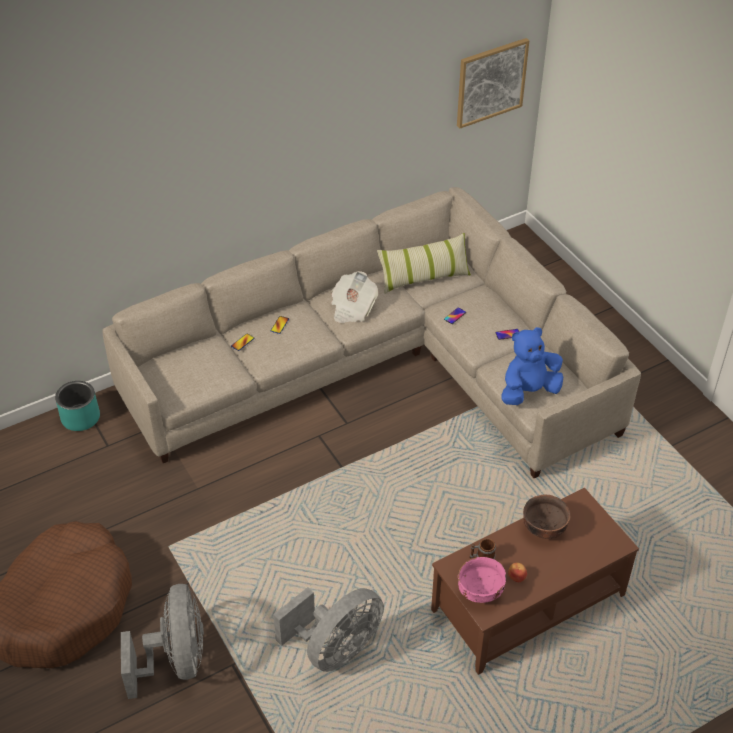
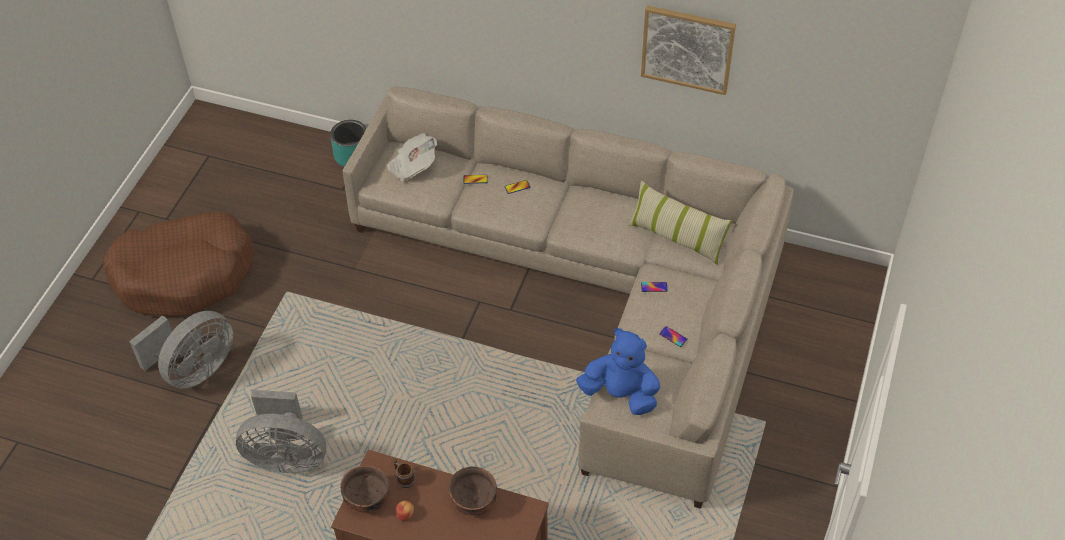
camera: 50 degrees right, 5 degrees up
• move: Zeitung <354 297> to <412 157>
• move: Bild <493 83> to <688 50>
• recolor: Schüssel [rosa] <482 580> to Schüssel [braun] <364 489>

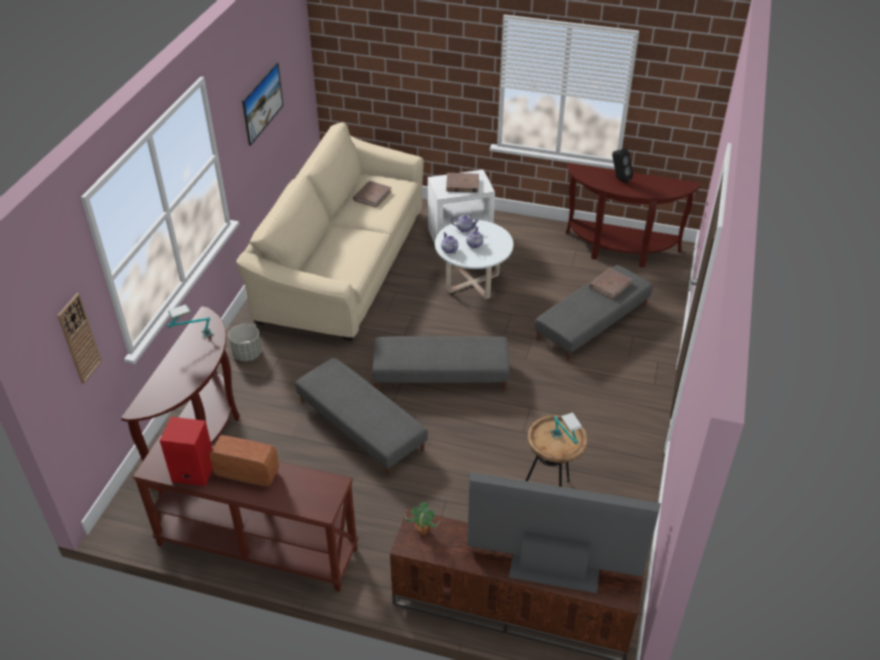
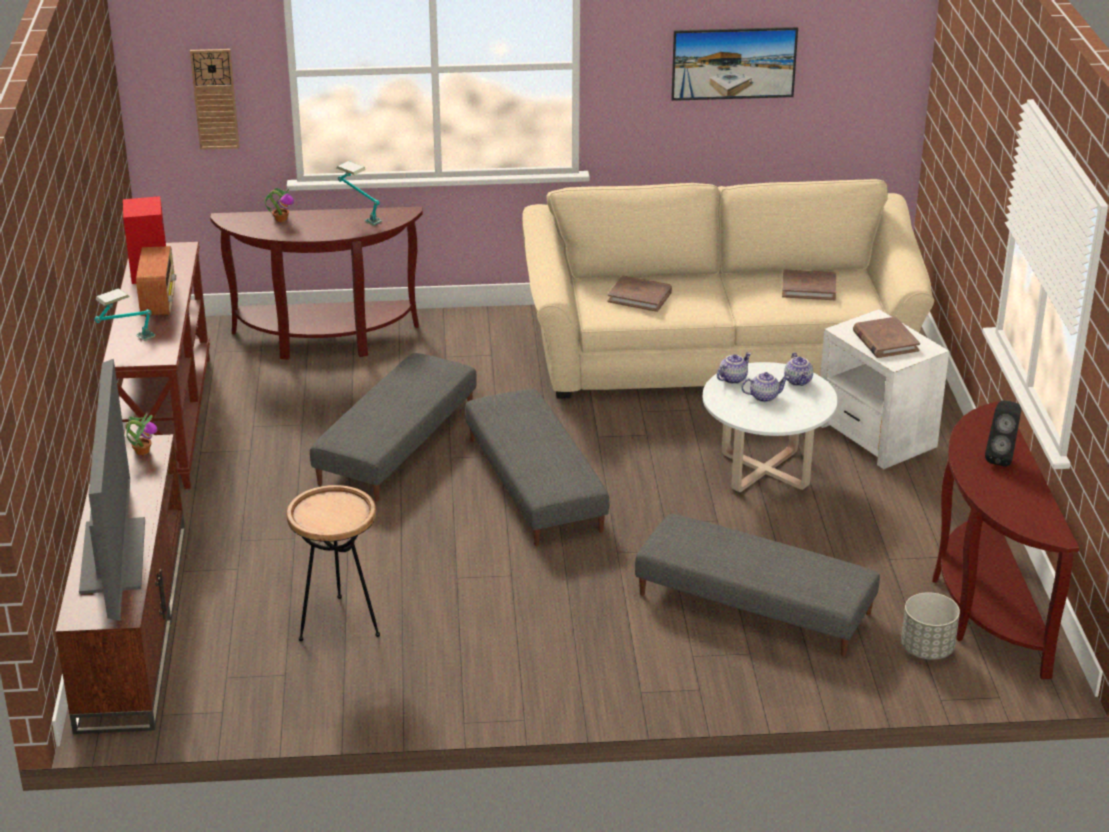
camera: 70 degrees right, 10 degrees down
• move: Pflanzkübel [grau] <245 342> to <930 626>
• move: Tischlampe <566 428> to <124 314>
• move: Buch [braun] <611 284> to <639 294>
• insert: Topfpflanze <279 205>

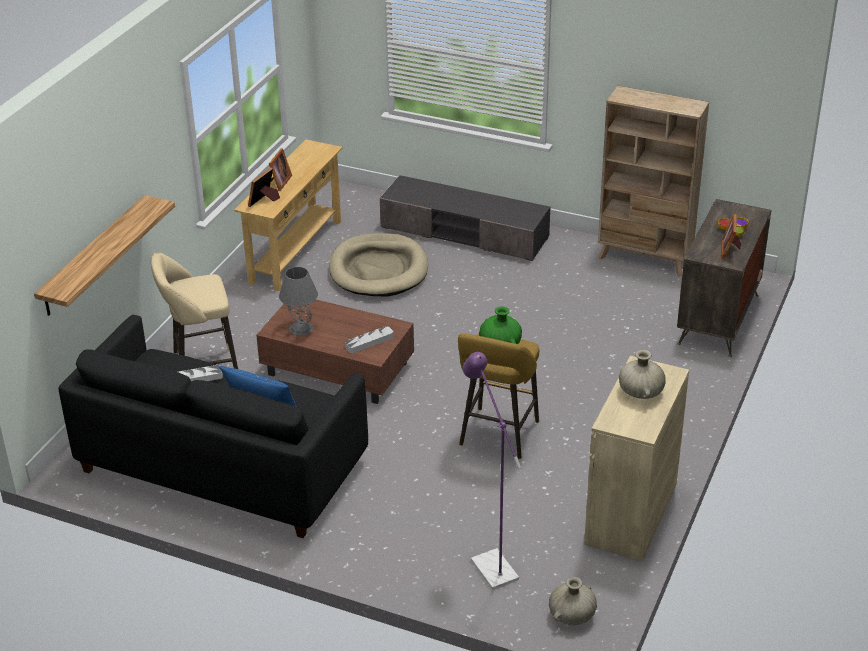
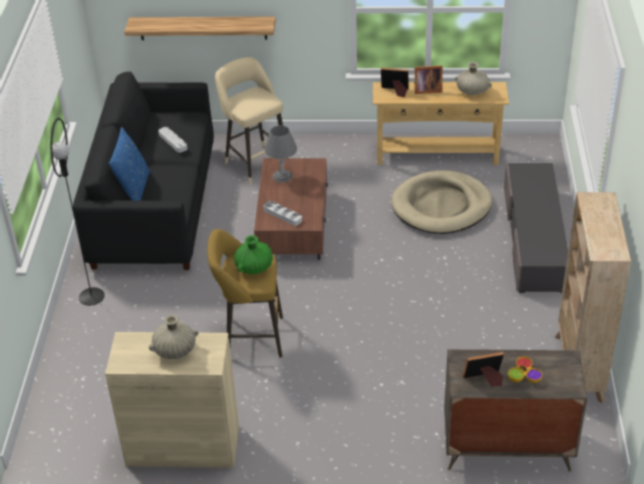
camera: 70 degrees right, 5 degrees up
• delete: Stehlampe [lila] <491 471>
• move: Vase [beige] <573 601> to <473 78>
• insert: Stehlampe [schwarz] <77 212>

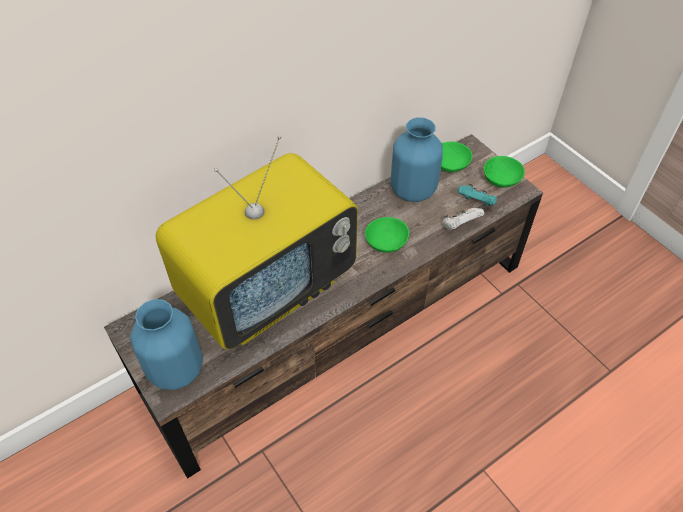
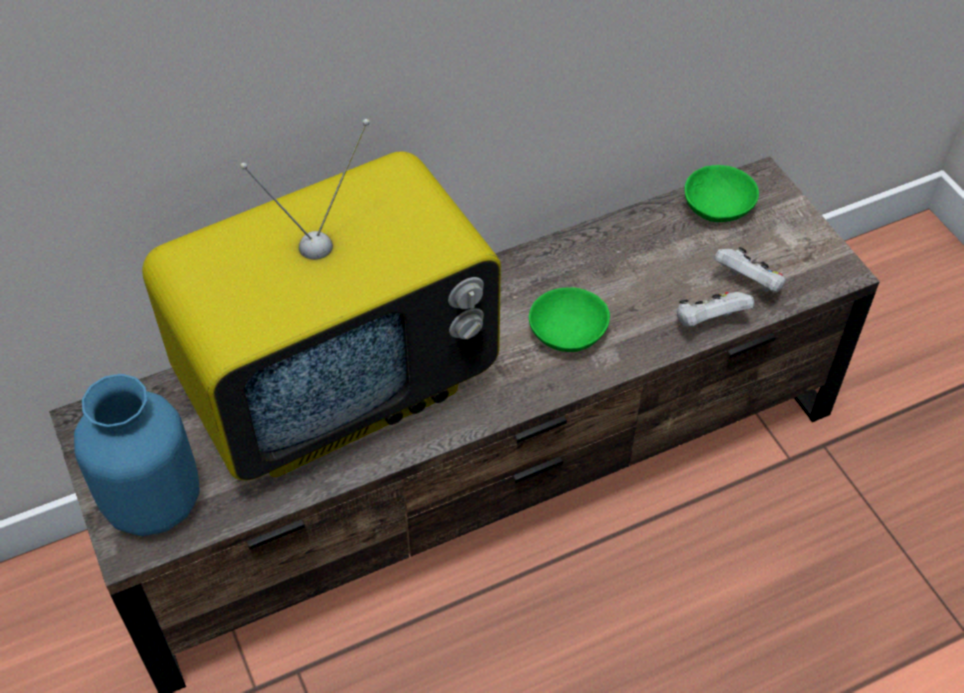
camera: 10 degrees right, 0 degrees up
• delete: Vase [blau] <417 159>
• recolor: Gamepad [türkis] <477 195> to Gamepad [weiß] <749 270>
• delete: Schüssel [grün] <504 172>

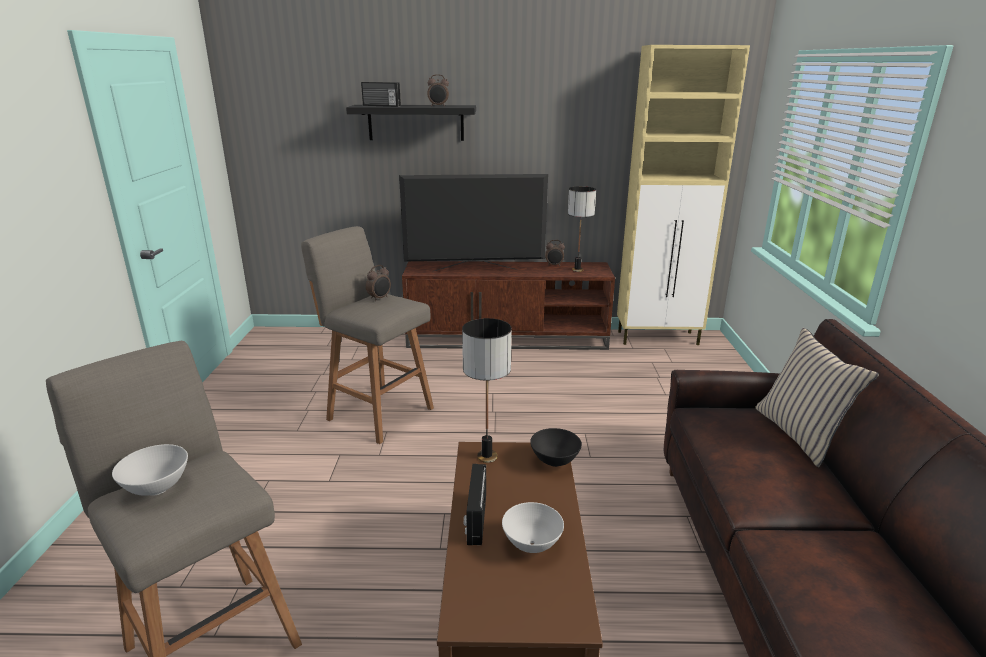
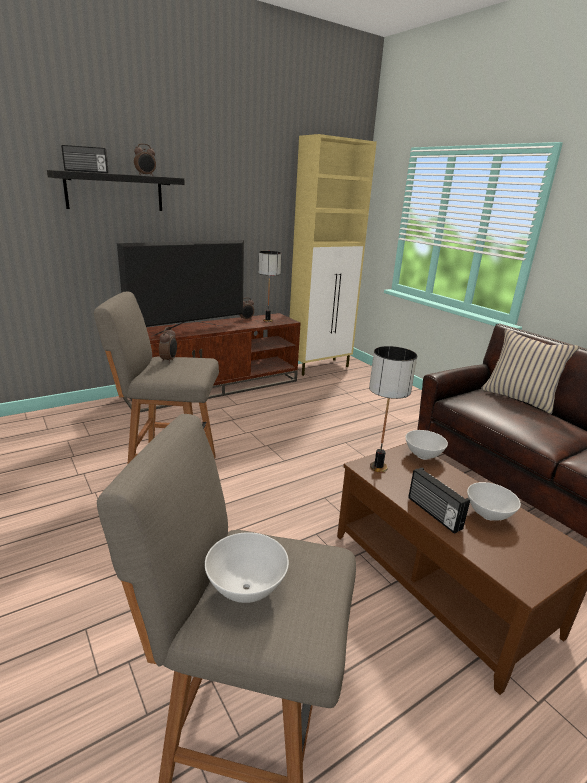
camera: 35 degrees left, 0 degrees up
• recolor: Schüssel [schwarz] <556 447> to Schüssel [weiß] <426 445>

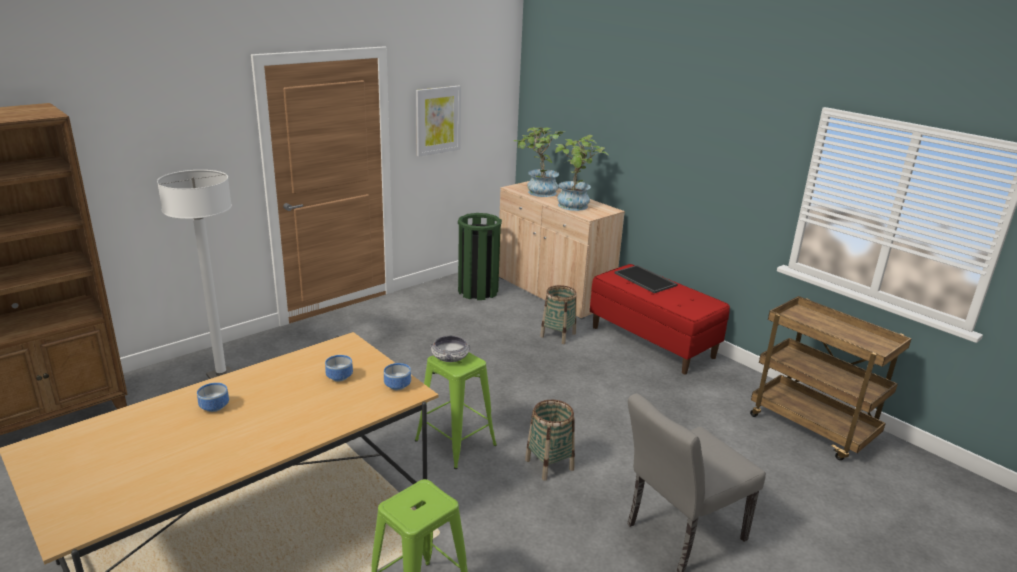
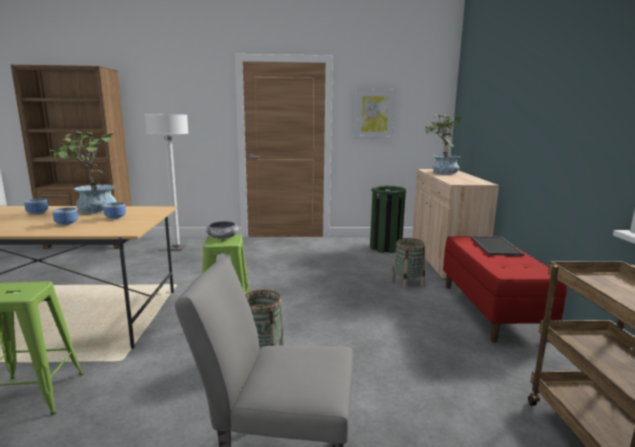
camera: 40 degrees right, 10 degrees down
• move: Schüssel <397 376> to <65 216>
• move: Topfpflanze <582 173> to <83 172>

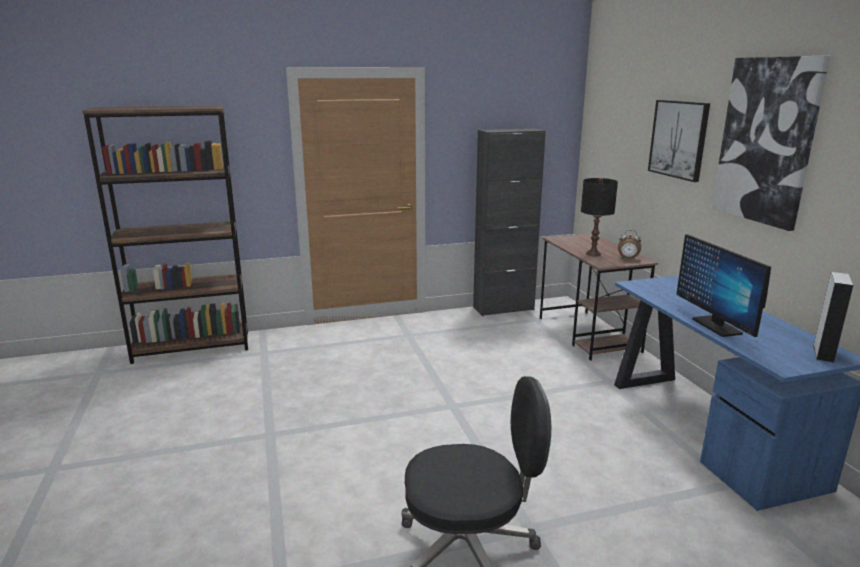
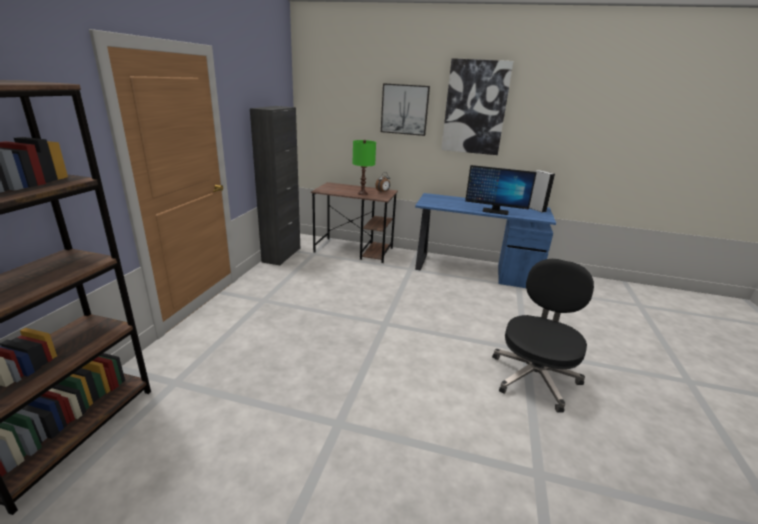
camera: 60 degrees left, 5 degrees up
• recolor: Tischlampe [schwarz] <599 217> to Tischlampe [grün] <364 167>

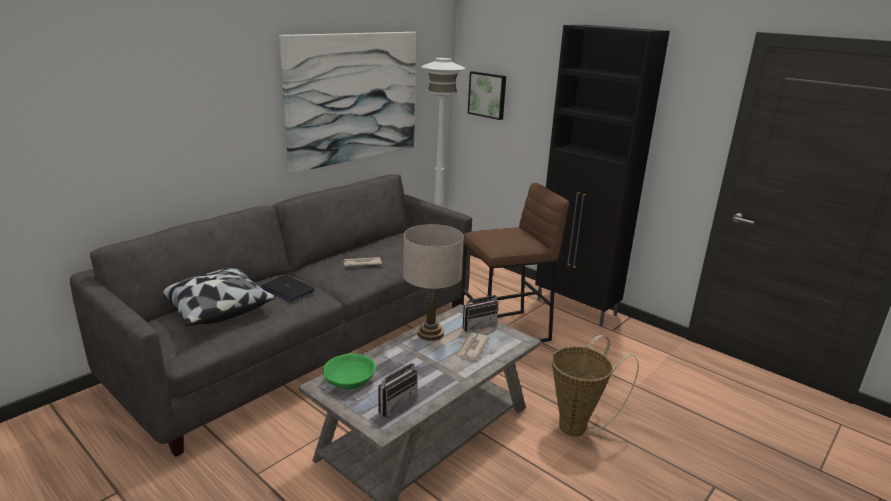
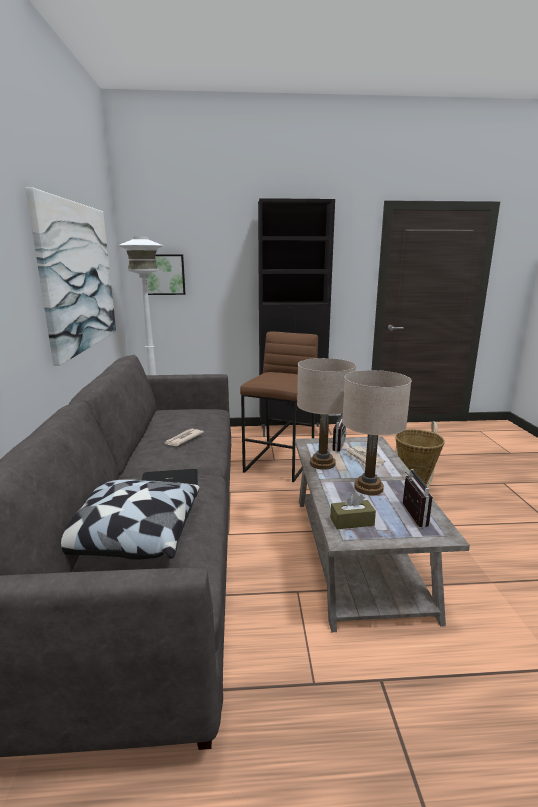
camera: 45 degrees left, 5 degrees down
• replace: Schüssel [grün] <349 371> to Taschentuchbox [braun] <353 511>
• insert: Tischlampe [beige] <377 432>

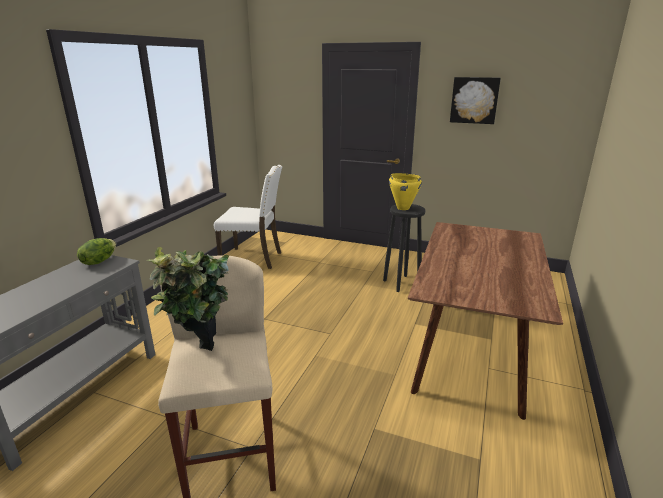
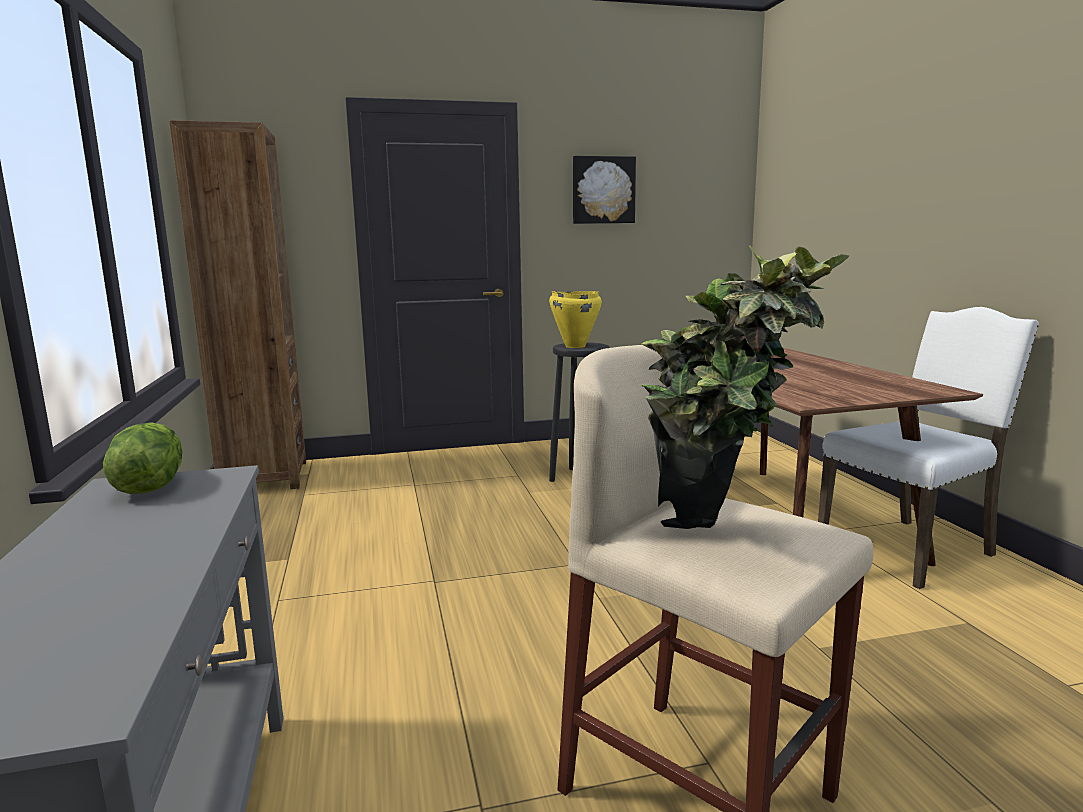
camera: 35 degrees left, 10 degrees down
• move: Stuhl [weiß] <248 217> to <928 448>
• insert: Bücherregal [braun] <237 304>

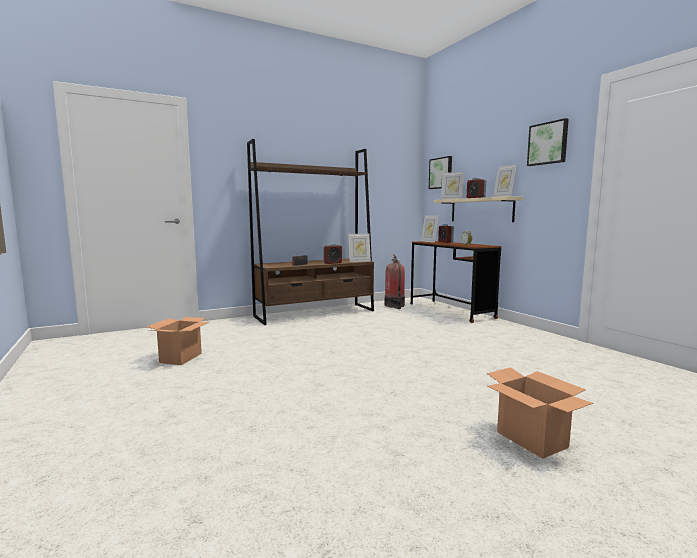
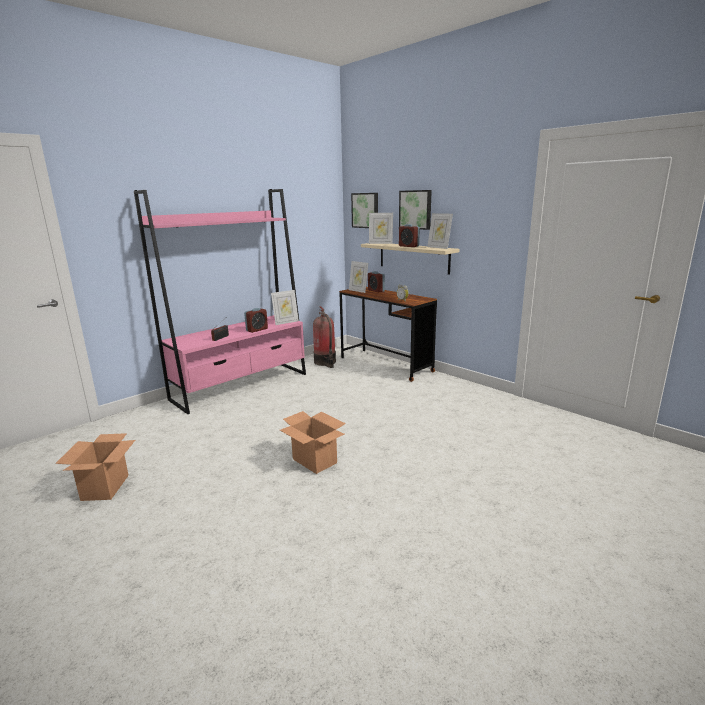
camera: 15 degrees left, 10 degrees up
• recolor: Bücherregal [braun] <310 232> to Bücherregal [rosa] <220 301>
• move: Karton <540 413> to <313 442>
• move: Bild <548 142> to <415 210>

